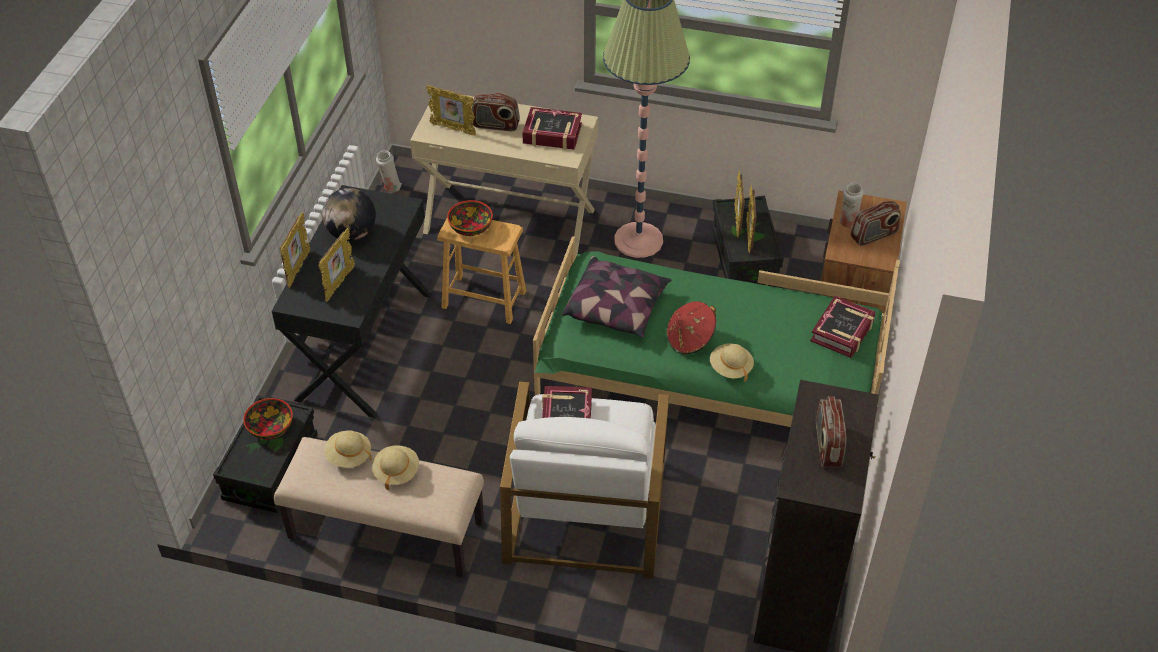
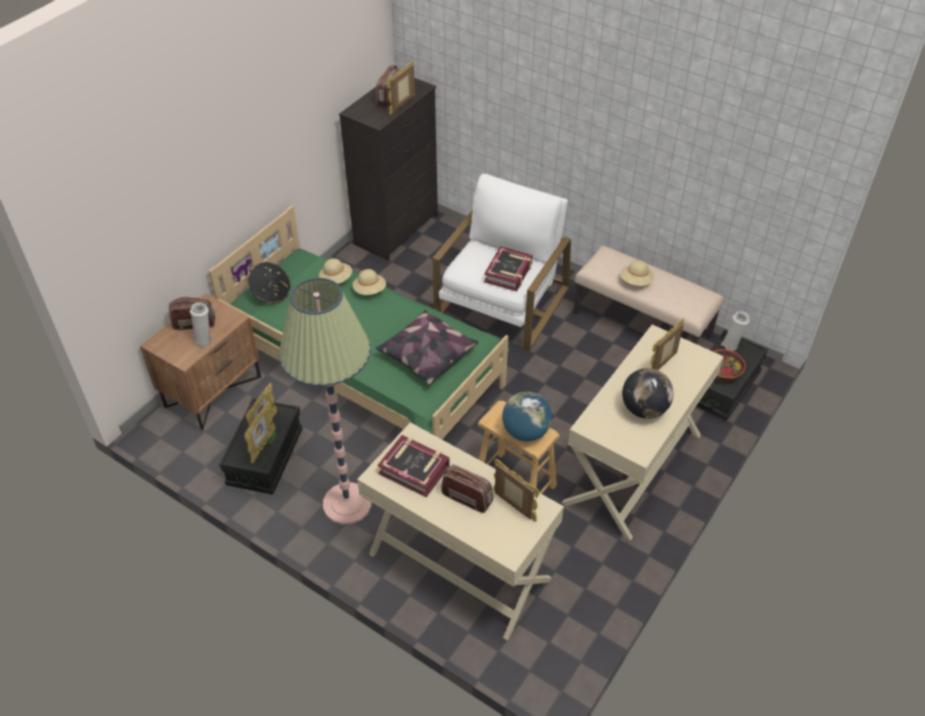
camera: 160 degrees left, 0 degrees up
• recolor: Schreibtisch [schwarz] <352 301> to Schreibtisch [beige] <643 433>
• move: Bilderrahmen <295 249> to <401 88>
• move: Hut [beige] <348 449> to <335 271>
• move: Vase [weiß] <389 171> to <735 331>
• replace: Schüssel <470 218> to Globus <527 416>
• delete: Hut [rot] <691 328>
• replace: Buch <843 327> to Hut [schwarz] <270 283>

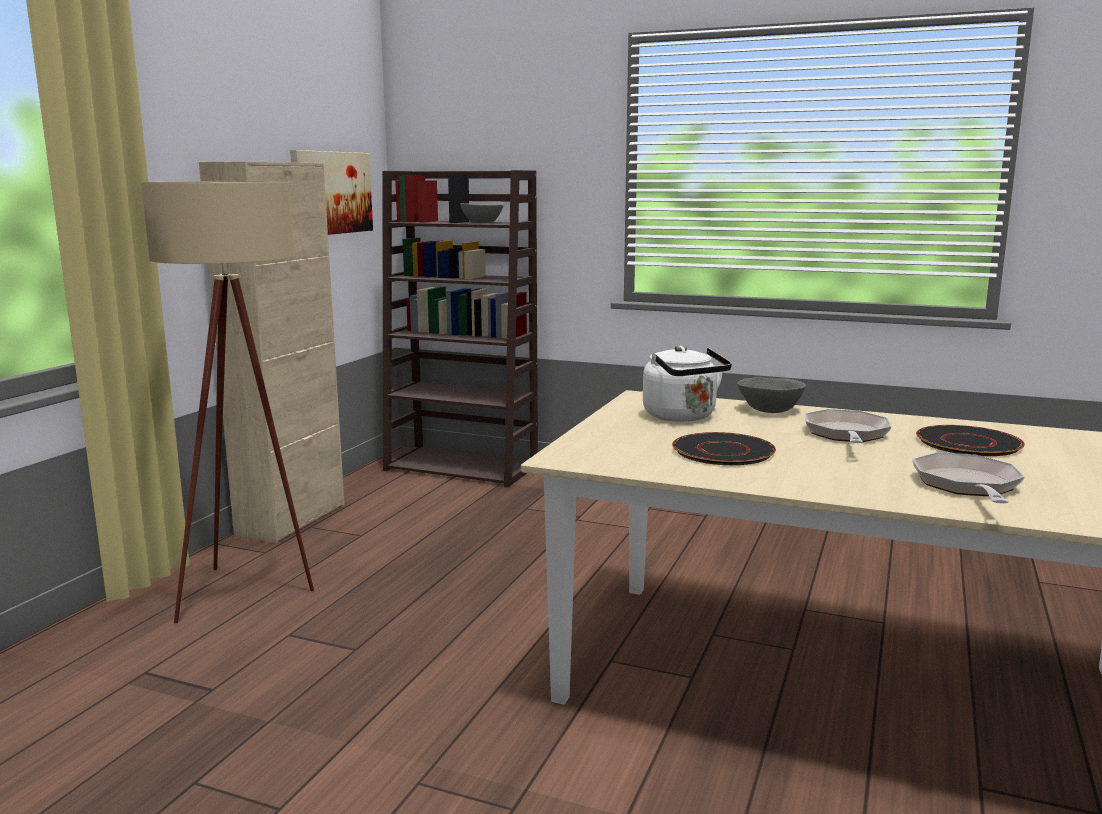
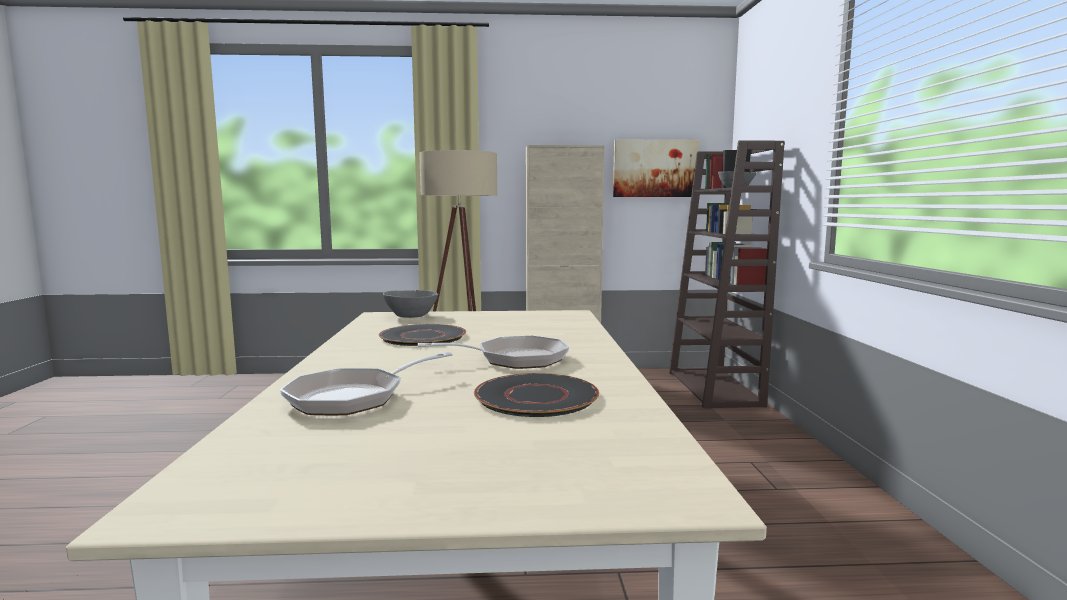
camera: 65 degrees right, 5 degrees down
• delete: Wasserkessel [weiß] <687 384>
• move: Schüssel [grau] <771 395> to <410 304>
• rotate: Pfanne <968 478> = <366 383> 150 degrees clockwise

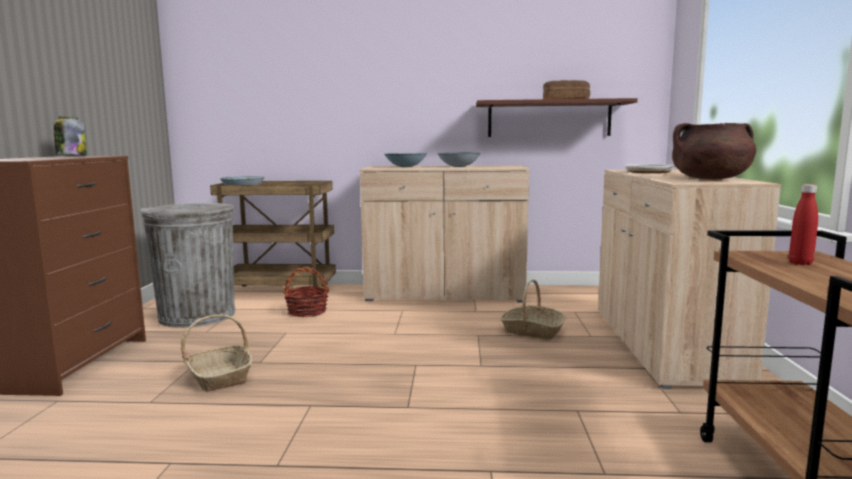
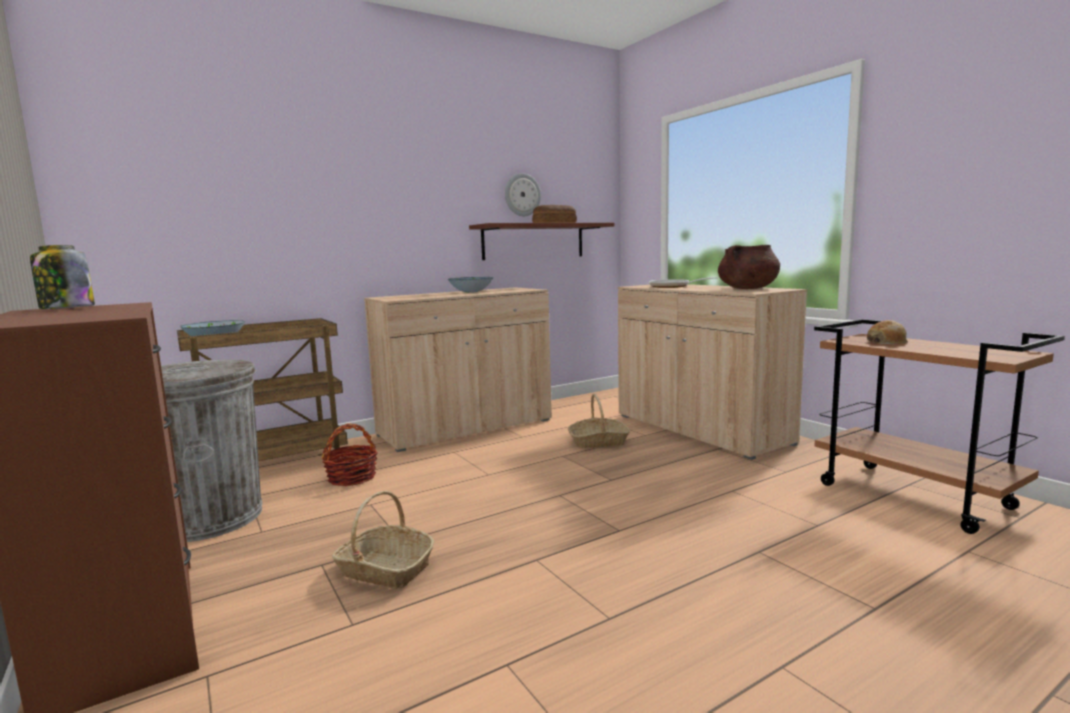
camera: 35 degrees left, 0 degrees up
• delete: Schüssel <405 160>
• replace: Flasche [rot] <803 224> to Brot <887 332>
• insert: Wanduhr <523 194>

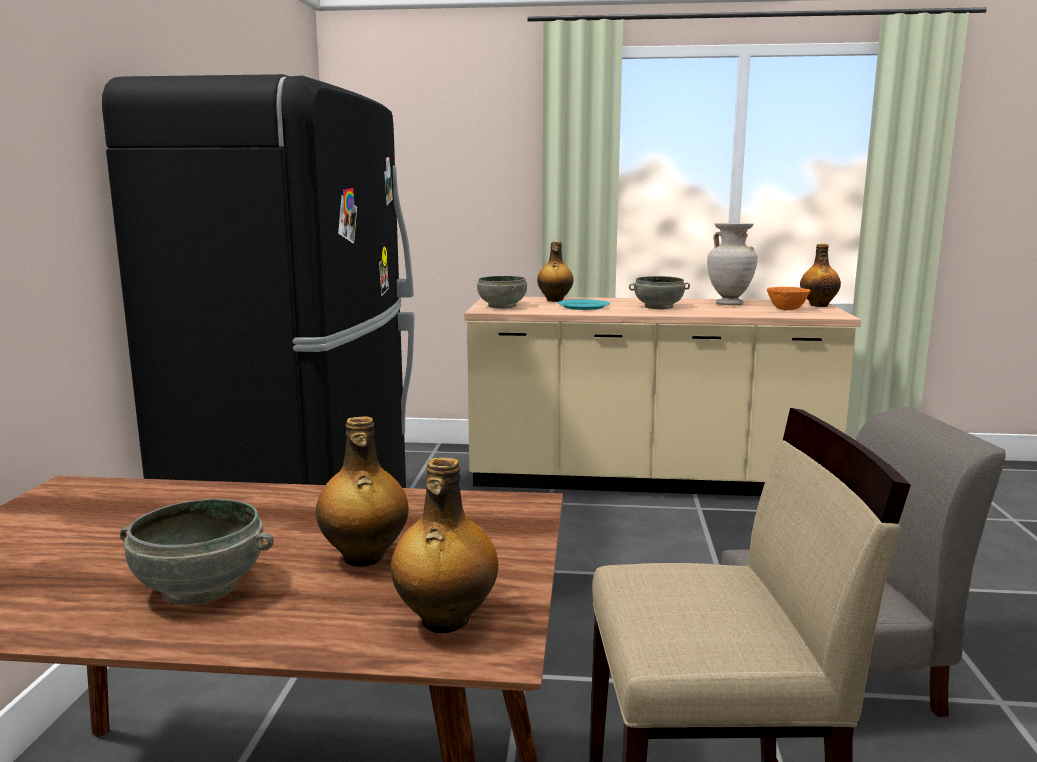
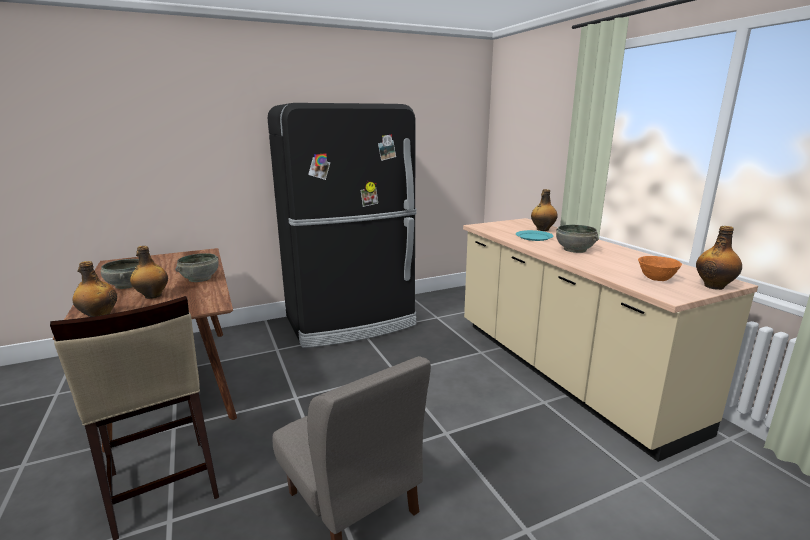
camera: 60 degrees right, 5 degrees up
• move: Schüssel [grau] <502 292> to <197 267>
• delete: Vase [beige] <732 264>

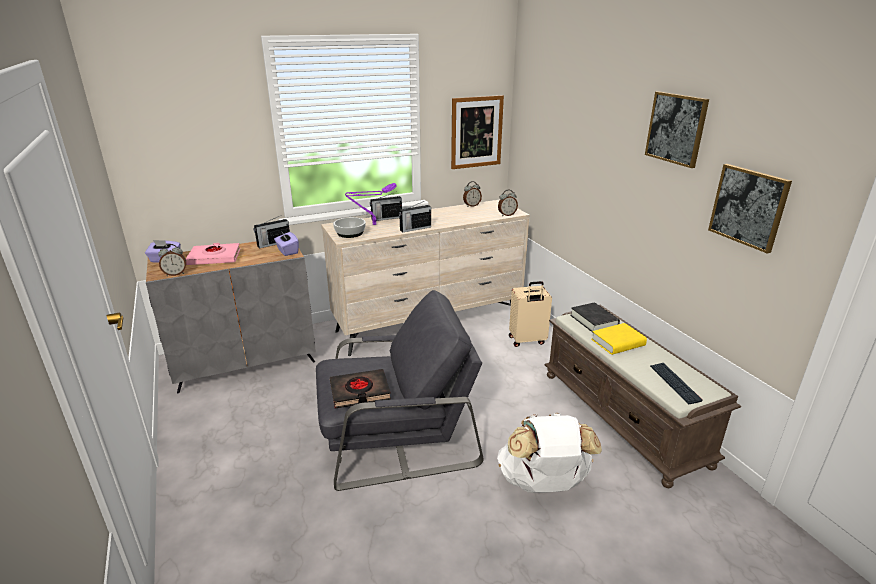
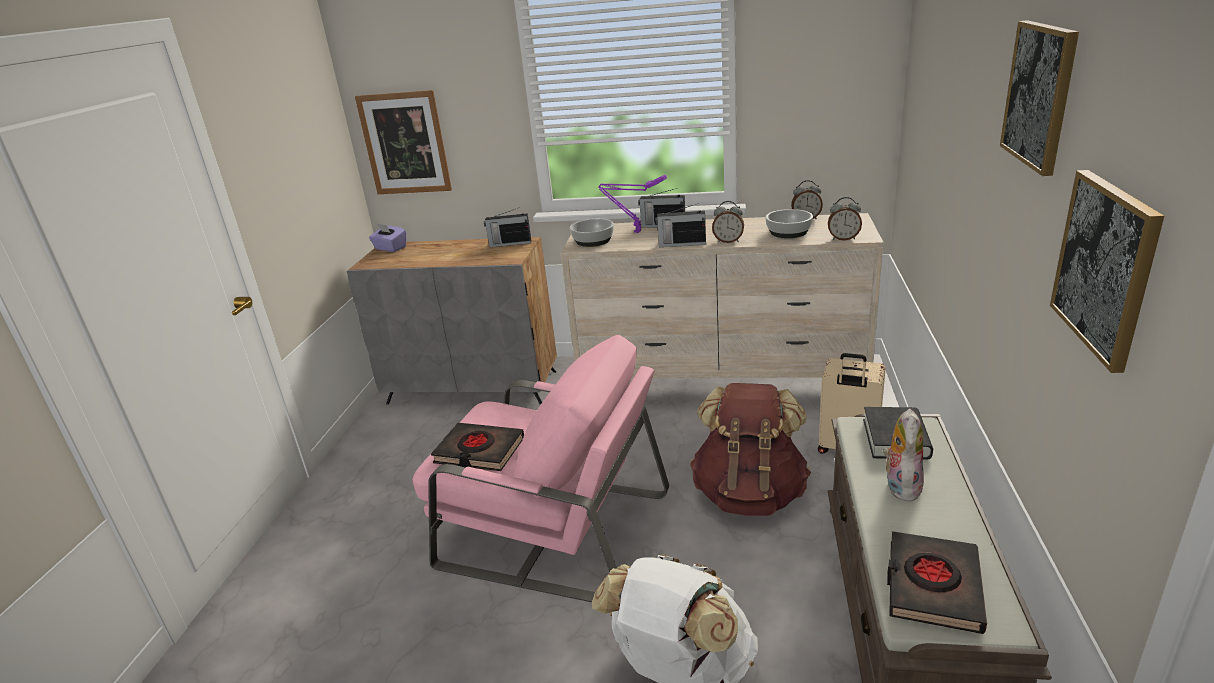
camera: 35 degrees right, 0 degrees up
• move: Wecker <172 260> to <728 222>
• delete: Buch [rosa] <213 254>
• delete: Taschentuchbox [lila] <286 244>
• recolor: Sessel [grau] <400 390> to Sessel [rosa] <541 468>
• move: Bild <477 132> to <403 142>
• replace: Buch [gelb] <619 339> to Plüschtier <903 456>
• replace: Tastatur <676 383> to Buch [schwarz] <937 582>
• insert: Rucksack [braun] <750 449>
• insert: Schüssel <789 223>

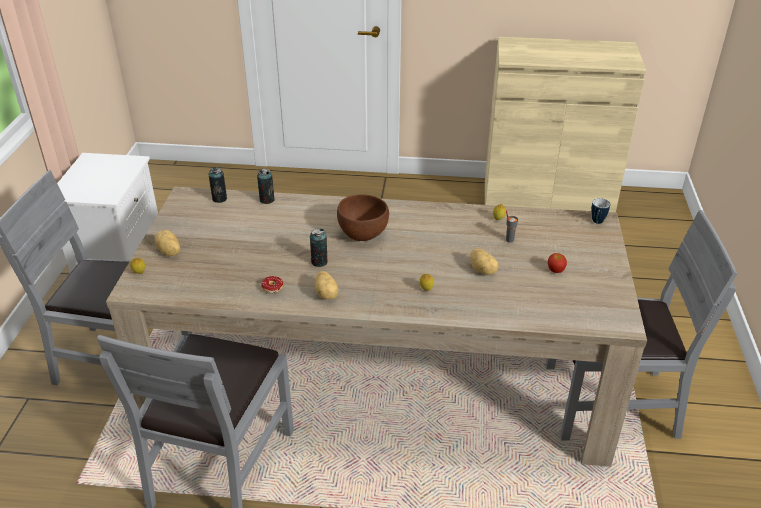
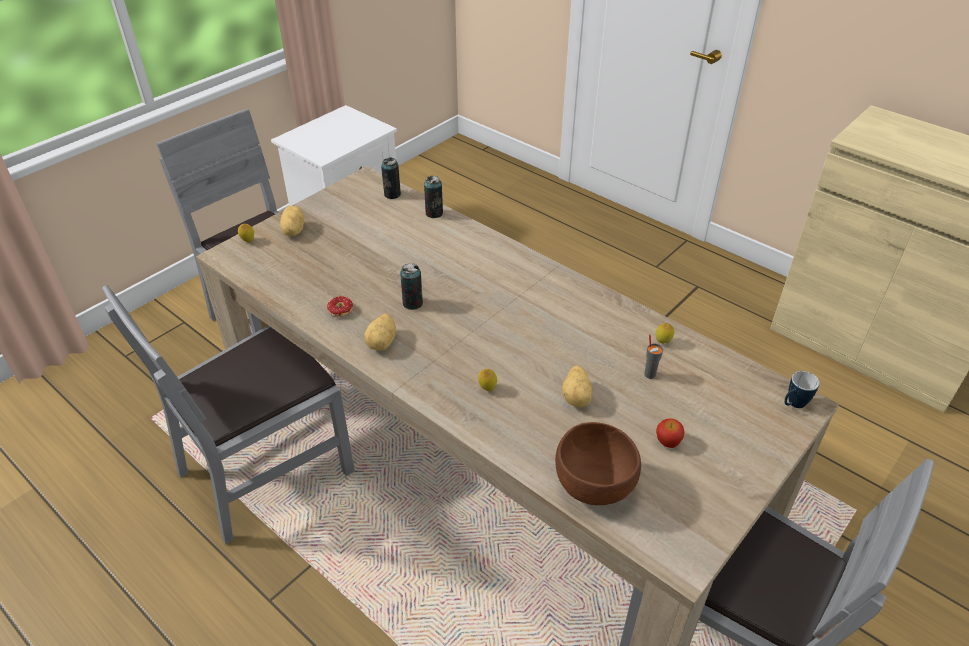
camera: 35 degrees right, 5 degrees up
• move: Schüssel [braun] <363 217> to <598 463>

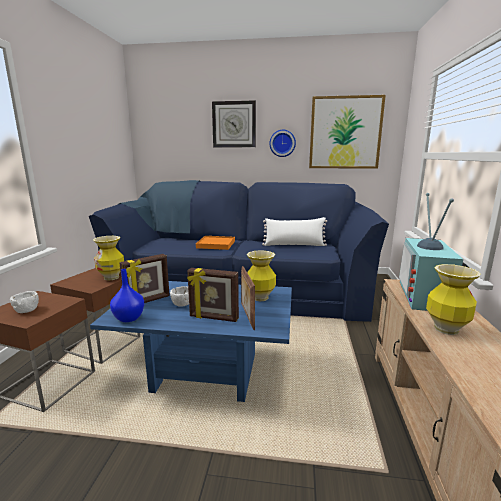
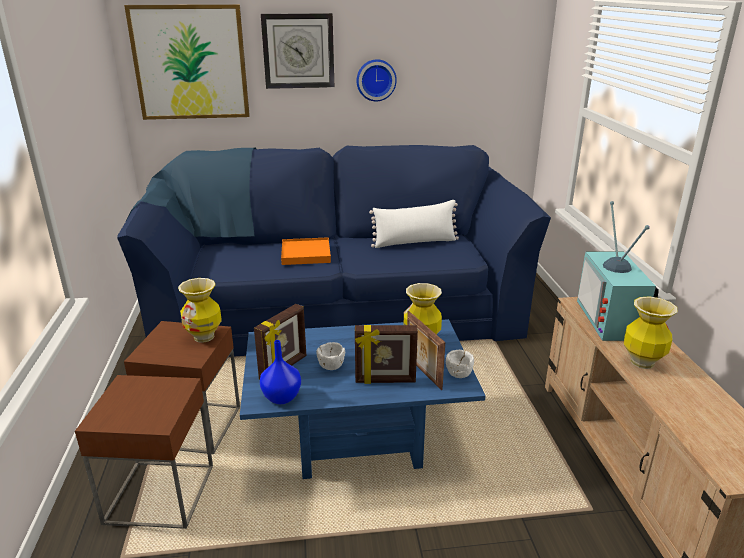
camera: 15 degrees left, 10 degrees up
• move: Schüssel [weiß] <24 302> to <460 364>
• move: Bild <347 132> to <187 62>

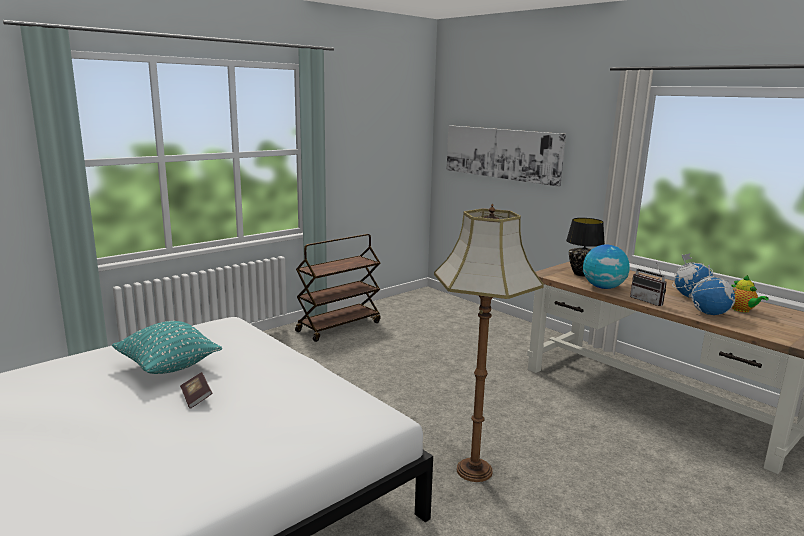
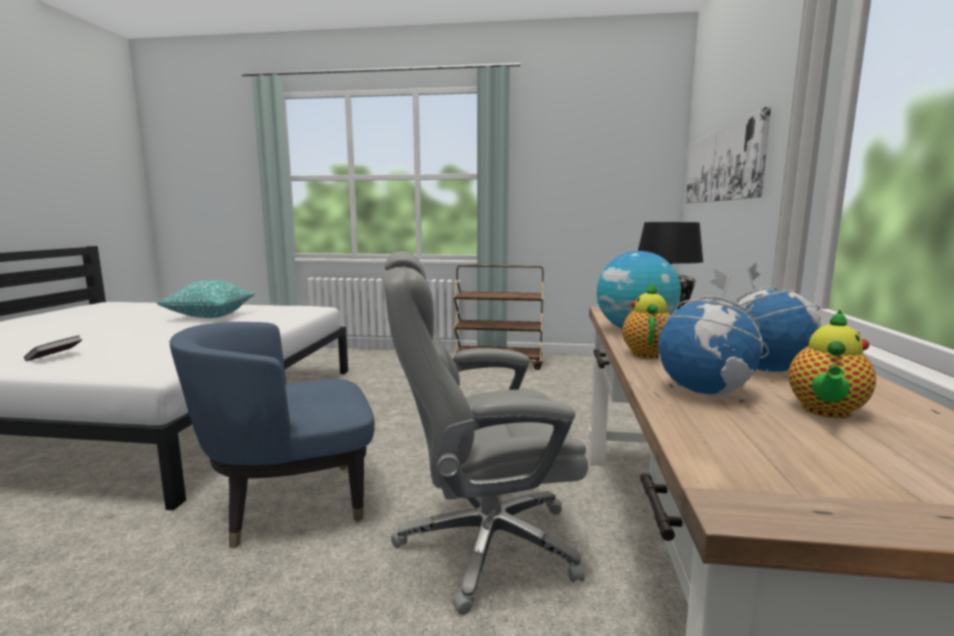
camera: 50 degrees right, 5 degrees down
• move: Buch <196 390> to <53 348>
• replace: Stehlampe <489 343> to Sessel [blau] <272 435>
• replace: Radio <648 284> to Teekanne <646 320>
• insert: Bürostuhl [grau] <485 433>

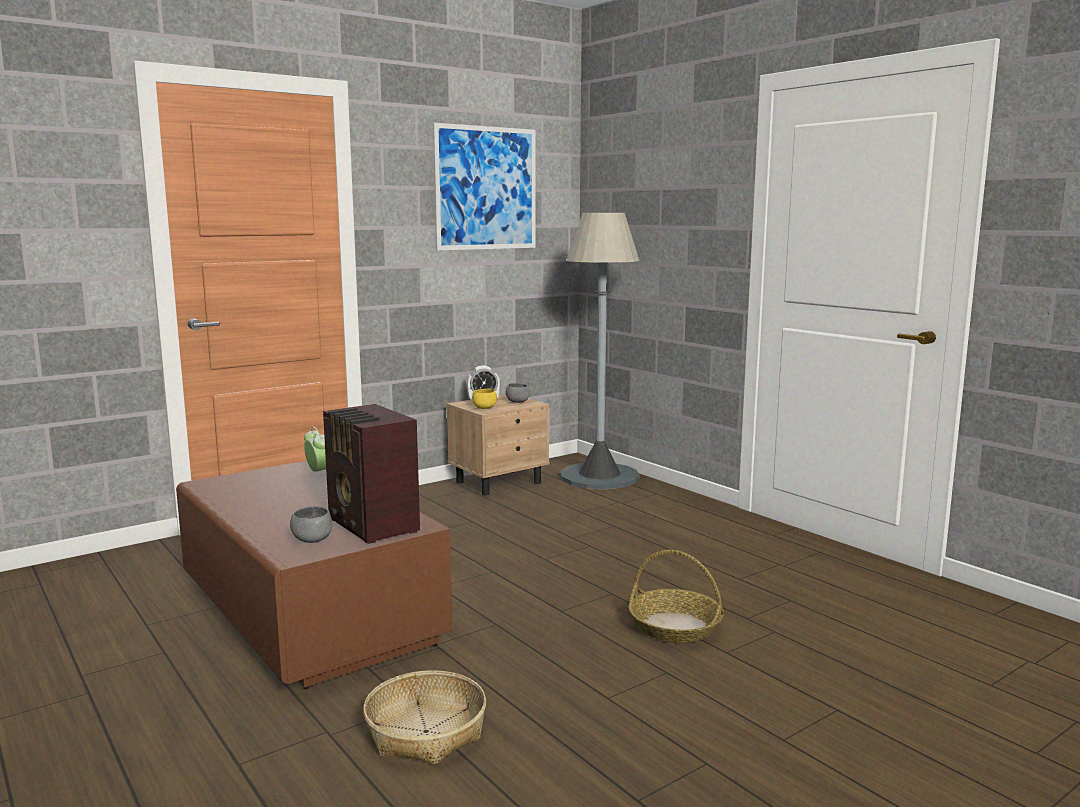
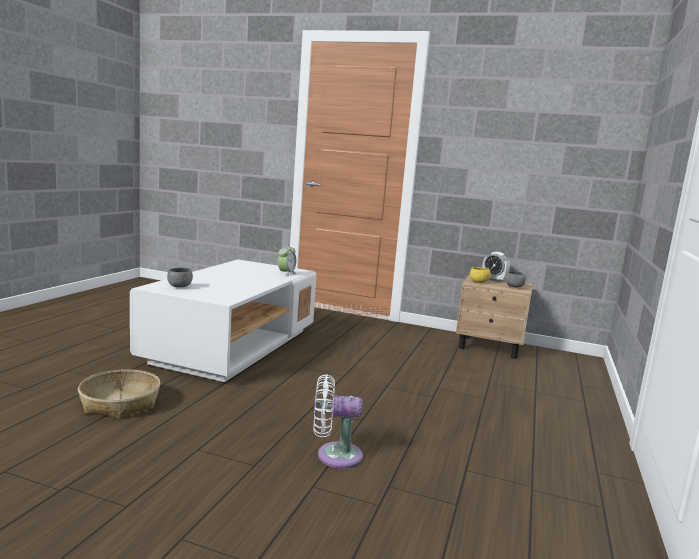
camera: 55 degrees right, 0 degrees up
• recolor: Couchtisch [braun] <314 575> to Couchtisch [weiß] <223 321>
• delete: Radio <371 474>
• delete: Bild <484 186>
• delete: Stehlampe [grau] <600 351>
• replace: Korb <676 596> to Ventilator [weiß] <338 421>

